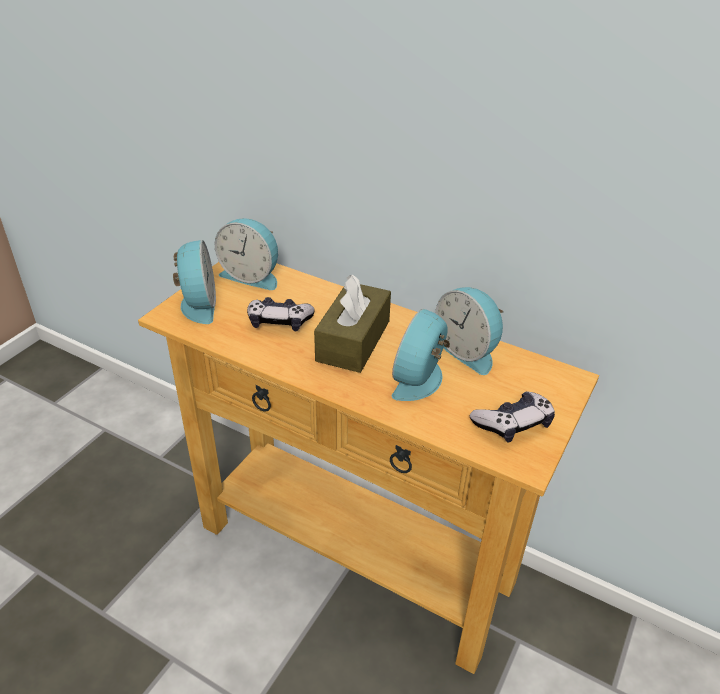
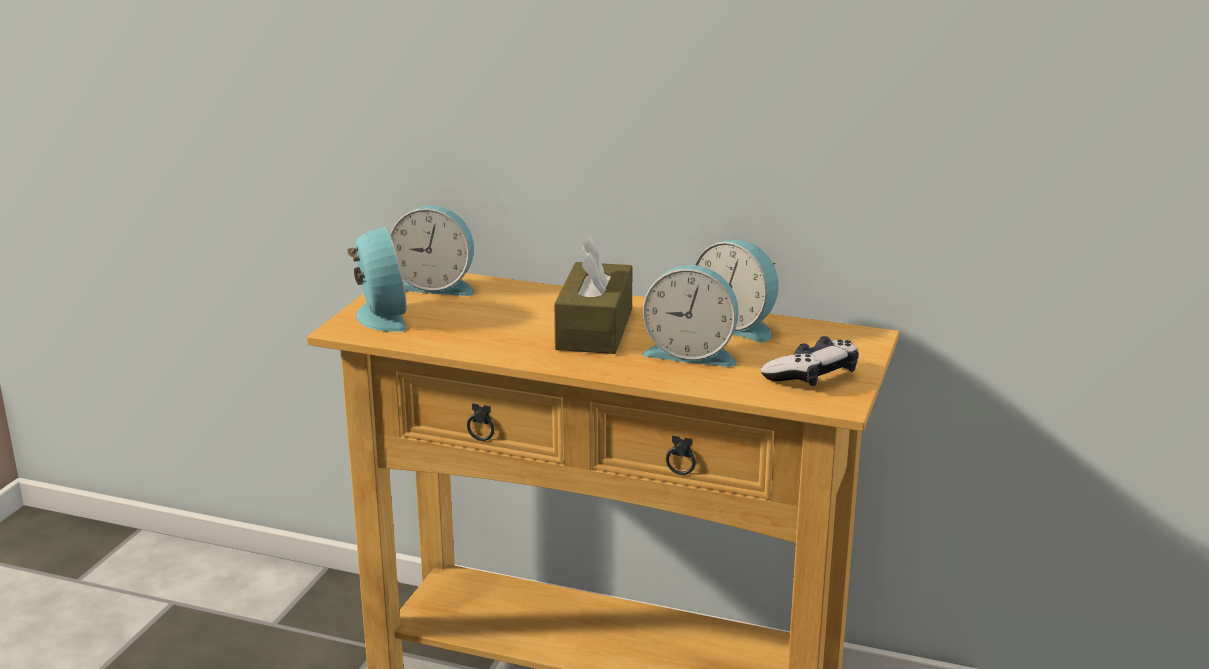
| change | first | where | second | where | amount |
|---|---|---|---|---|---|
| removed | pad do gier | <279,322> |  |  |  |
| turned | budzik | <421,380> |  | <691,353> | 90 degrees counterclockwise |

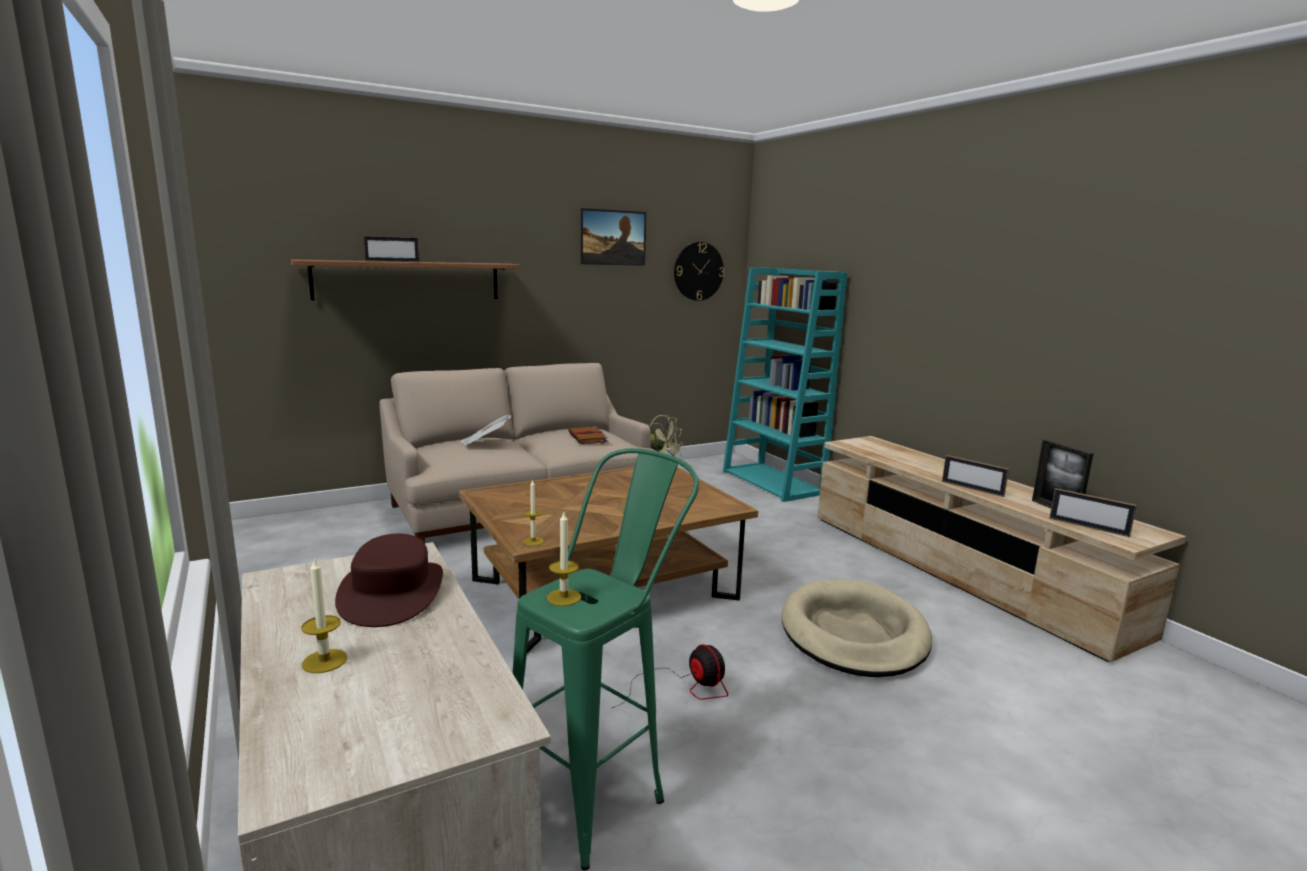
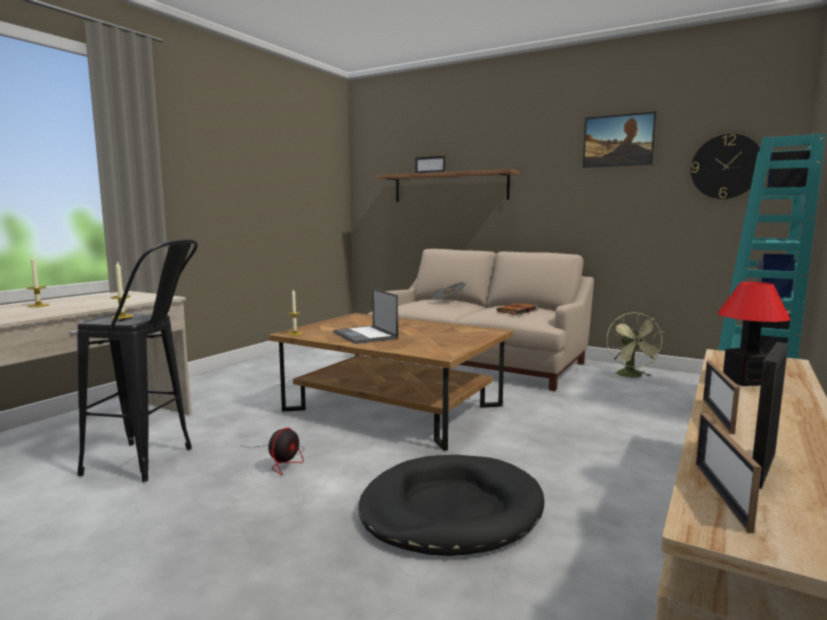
| change | first | where | second | where | amount |
|---|---|---|---|---|---|
| removed | kapelusz (brązowy) | <392,593> |  |  |  |
| recoloured | stołek (zielony) | <600,790> | stołek (czarny) | <152,463> |  |
| recoloured | legowisko (beżowy) | <853,634> | legowisko (czarny) | <450,510> |  |
| added |  |  | laptop | <365,335> |  |
| added |  |  | lampa stołowa | <745,381> |  |

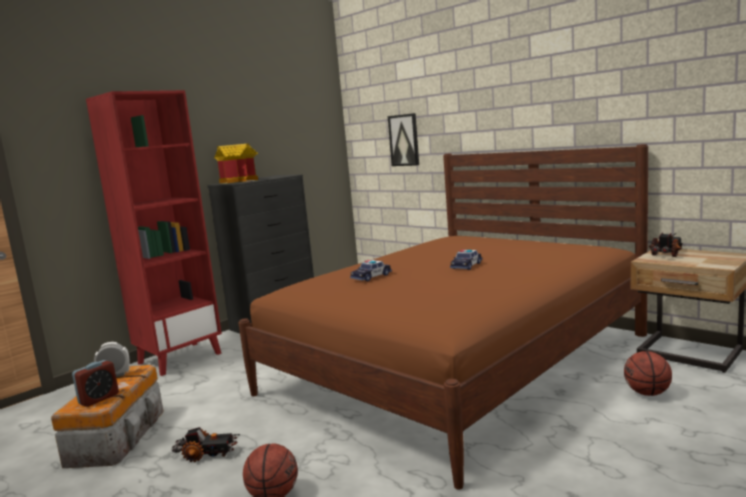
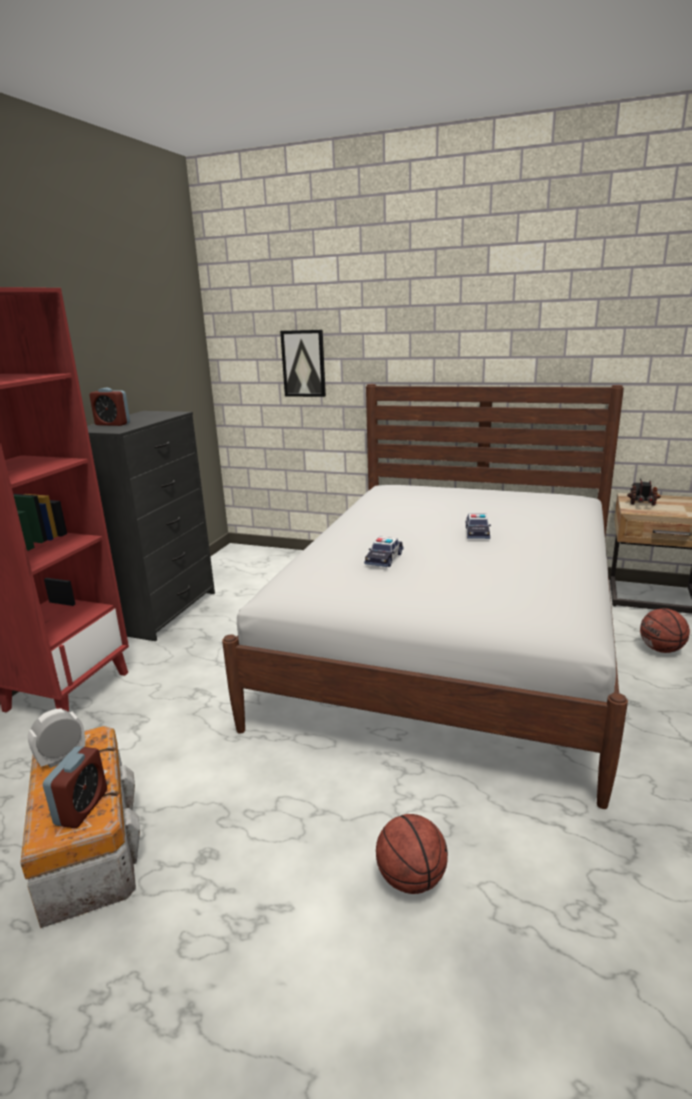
| change | first | where | second | where | amount |
|---|---|---|---|---|---|
| removed | ciężarówka zabawkowa | <207,454> |  |  |  |
| replaced | domek | <240,181> | budzik | <112,424> |  |
| recoloured | łóżko (brązowy) | <457,363> | łóżko (biały) | <451,642> |  |

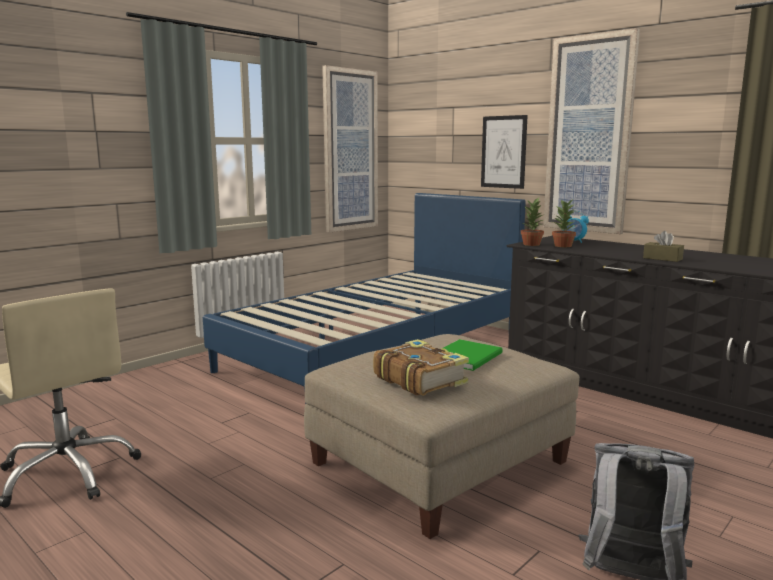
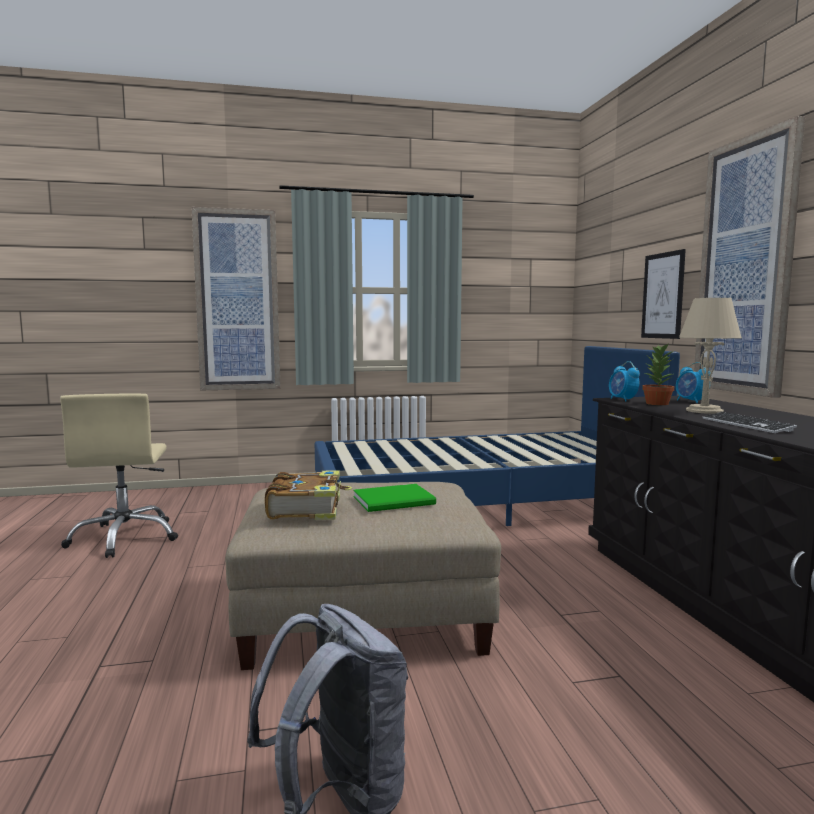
| change | first | where | second | where | amount |
|---|---|---|---|---|---|
| moved | obraz | <350,151> |  | <237,301> |  |
| replaced | roślina doniczkowa | <532,244> | budzik | <622,400> |  |
| replaced | pudełko chusteczek (brązowy) | <662,258> | klawiatura | <746,425> |  |
| added |  |  | lampa stołowa (beżowy) | <705,411> |  |

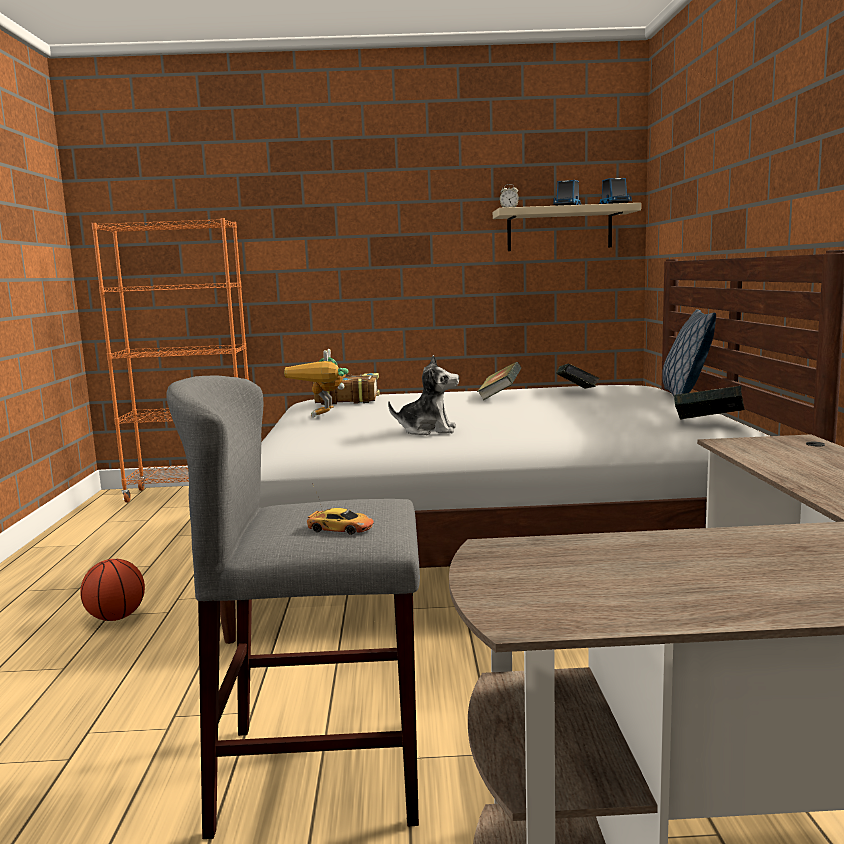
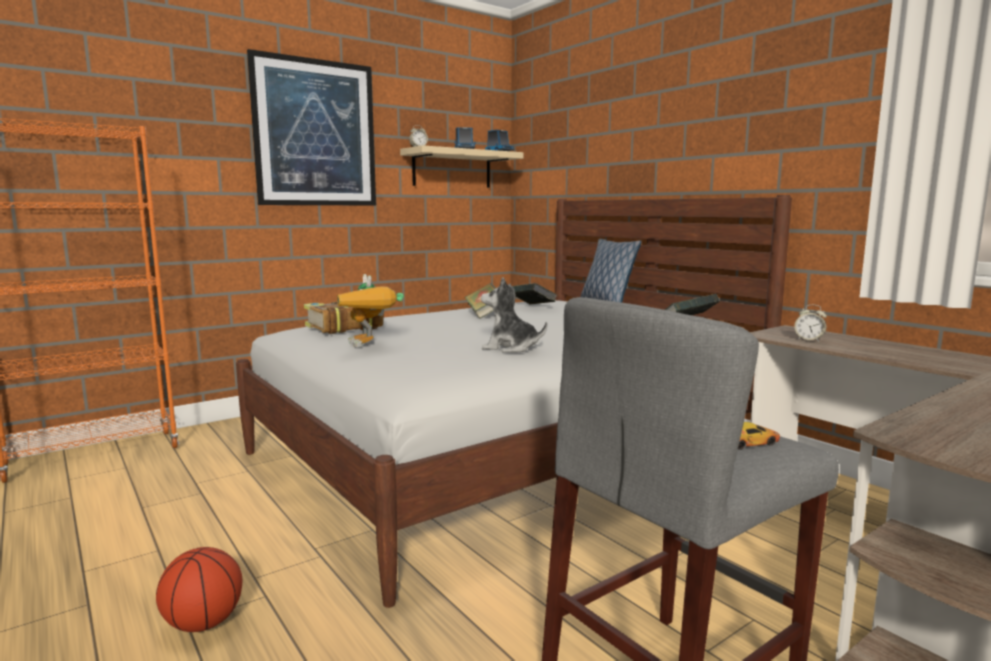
| change | first | where | second | where | amount |
|---|---|---|---|---|---|
| turned | pluszak | <428,430> |  | <510,348> | 135 degrees counterclockwise |
| added |  |  | obraz | <315,133> |  |
| added |  |  | budzik | <809,340> |  |

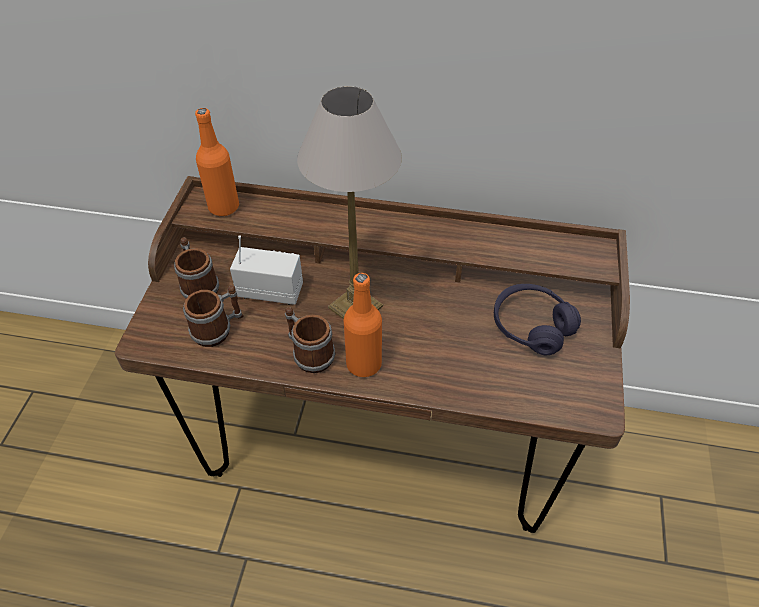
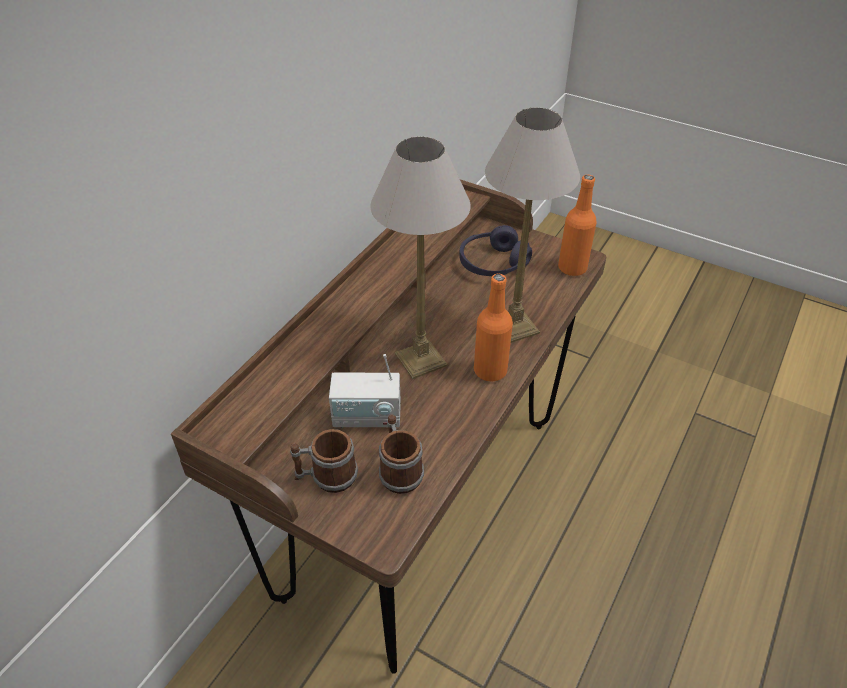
| change | first | where | second | where | amount |
|---|---|---|---|---|---|
| moved | butelka (pomarańczowy) | <224,207> |  | <572,268> |  |
| turned | radio | <270,291> |  | <367,417> | 120 degrees counterclockwise |
| removed | kubek | <309,353> |  |  |  |
| added |  |  | lampa stołowa | <513,326> |  |

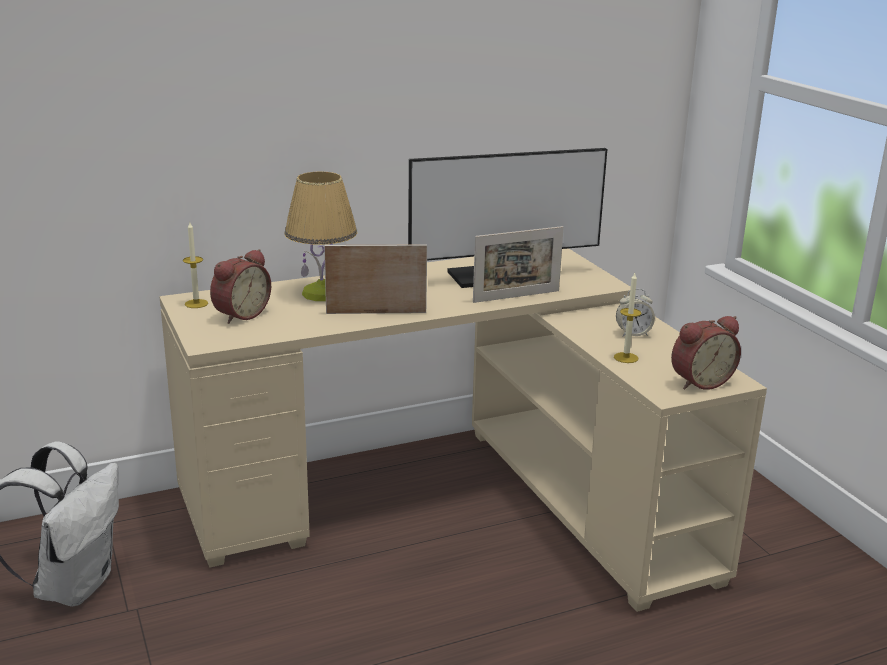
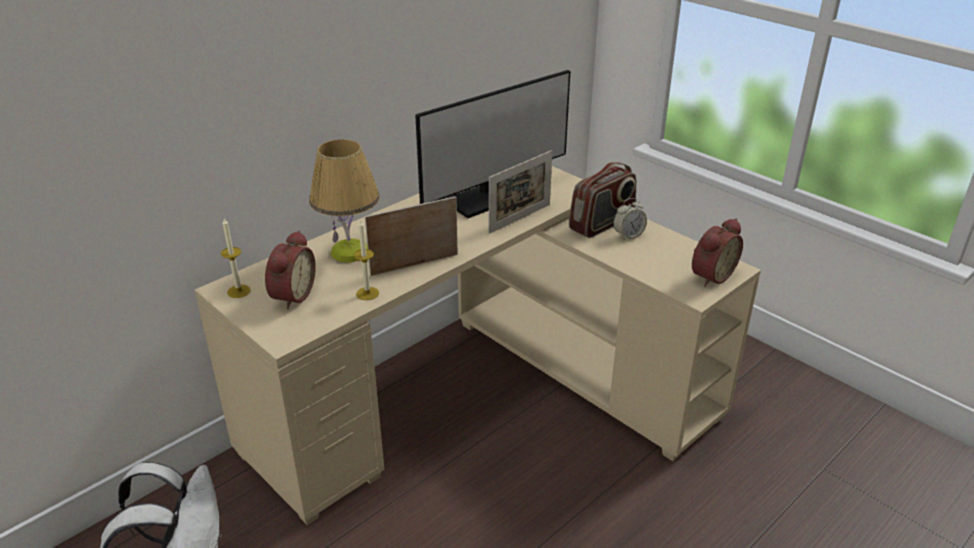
| change | first | where | second | where | amount |
|---|---|---|---|---|---|
| moved | świeca | <626,357> |  | <367,293> |  |
| added |  |  | radio | <602,224> |  |

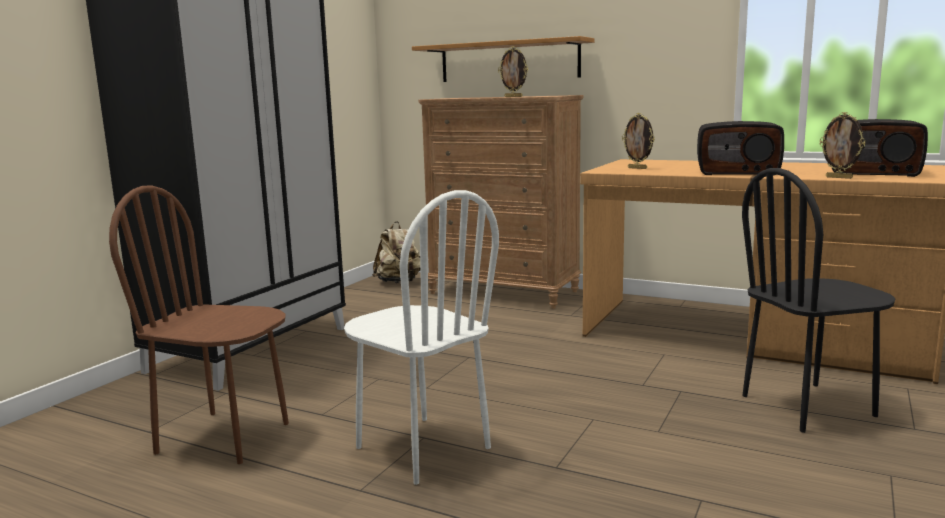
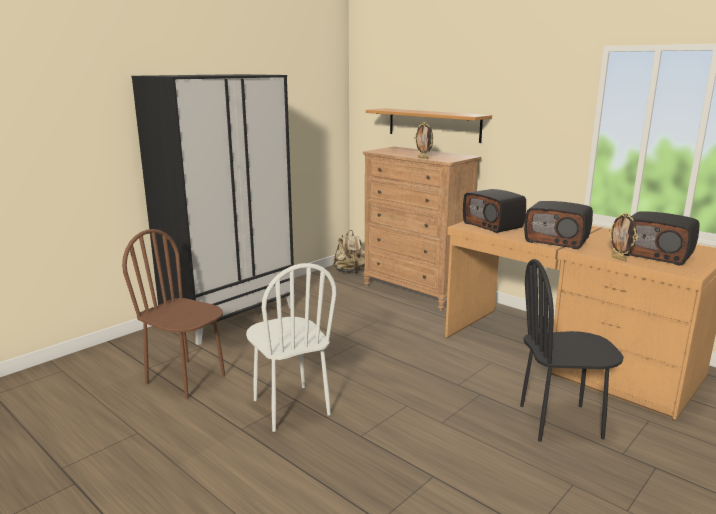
| change | first | where | second | where | amount |
|---|---|---|---|---|---|
| replaced | ramka na zdjęcie | <637,168> | radio | <493,225> |  |

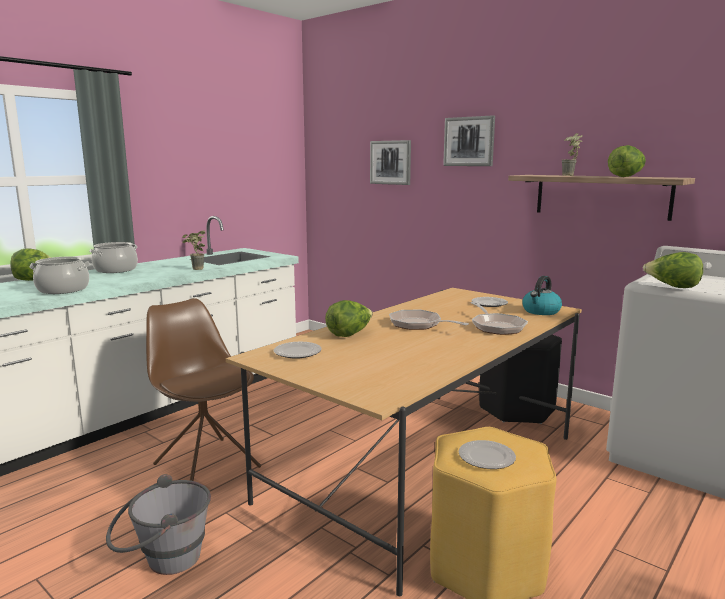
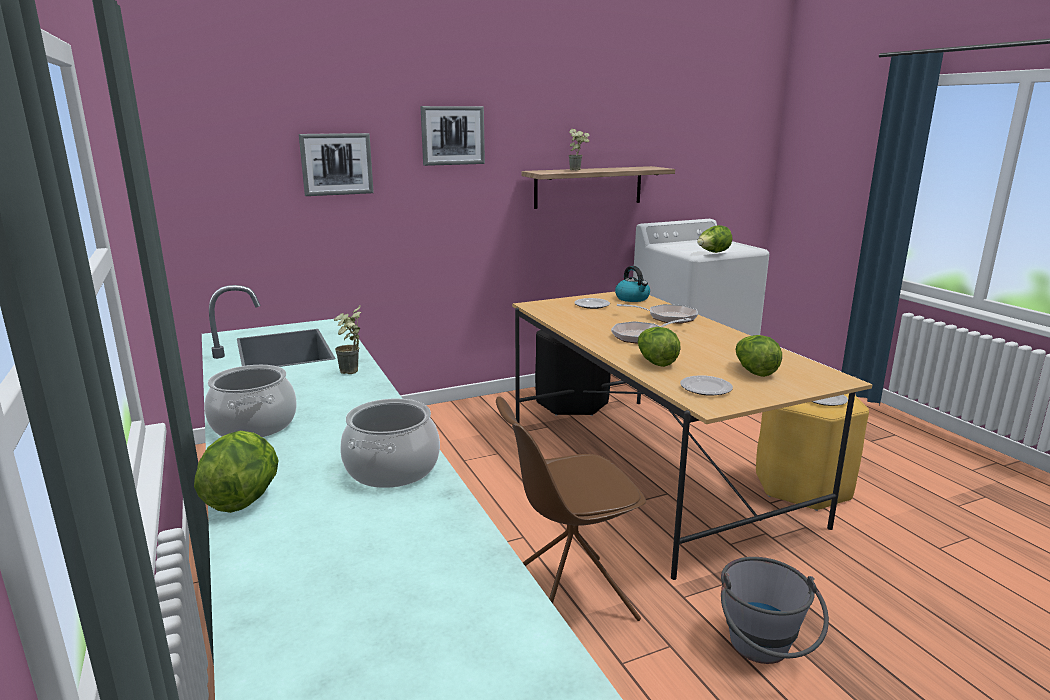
| change | first | where | second | where | amount |
|---|---|---|---|---|---|
| moved | sałata | <626,177> |  | <754,372> |  |

